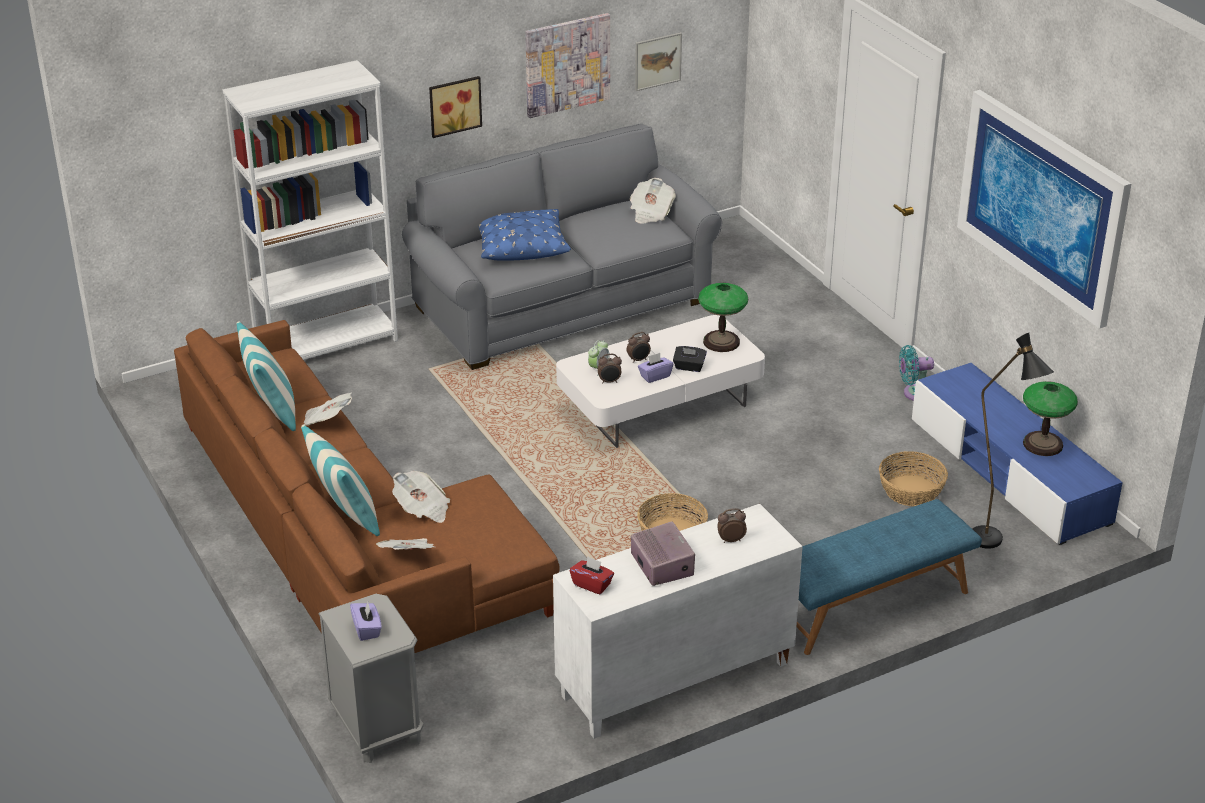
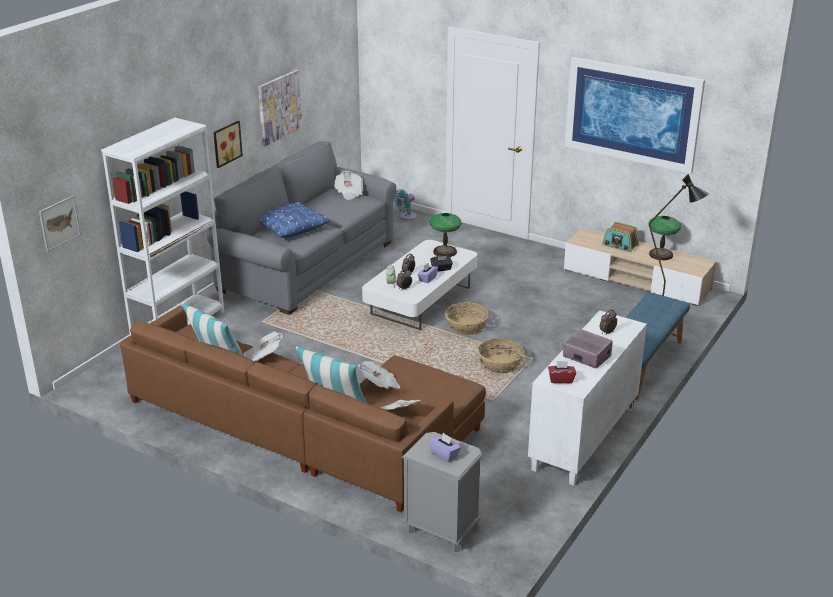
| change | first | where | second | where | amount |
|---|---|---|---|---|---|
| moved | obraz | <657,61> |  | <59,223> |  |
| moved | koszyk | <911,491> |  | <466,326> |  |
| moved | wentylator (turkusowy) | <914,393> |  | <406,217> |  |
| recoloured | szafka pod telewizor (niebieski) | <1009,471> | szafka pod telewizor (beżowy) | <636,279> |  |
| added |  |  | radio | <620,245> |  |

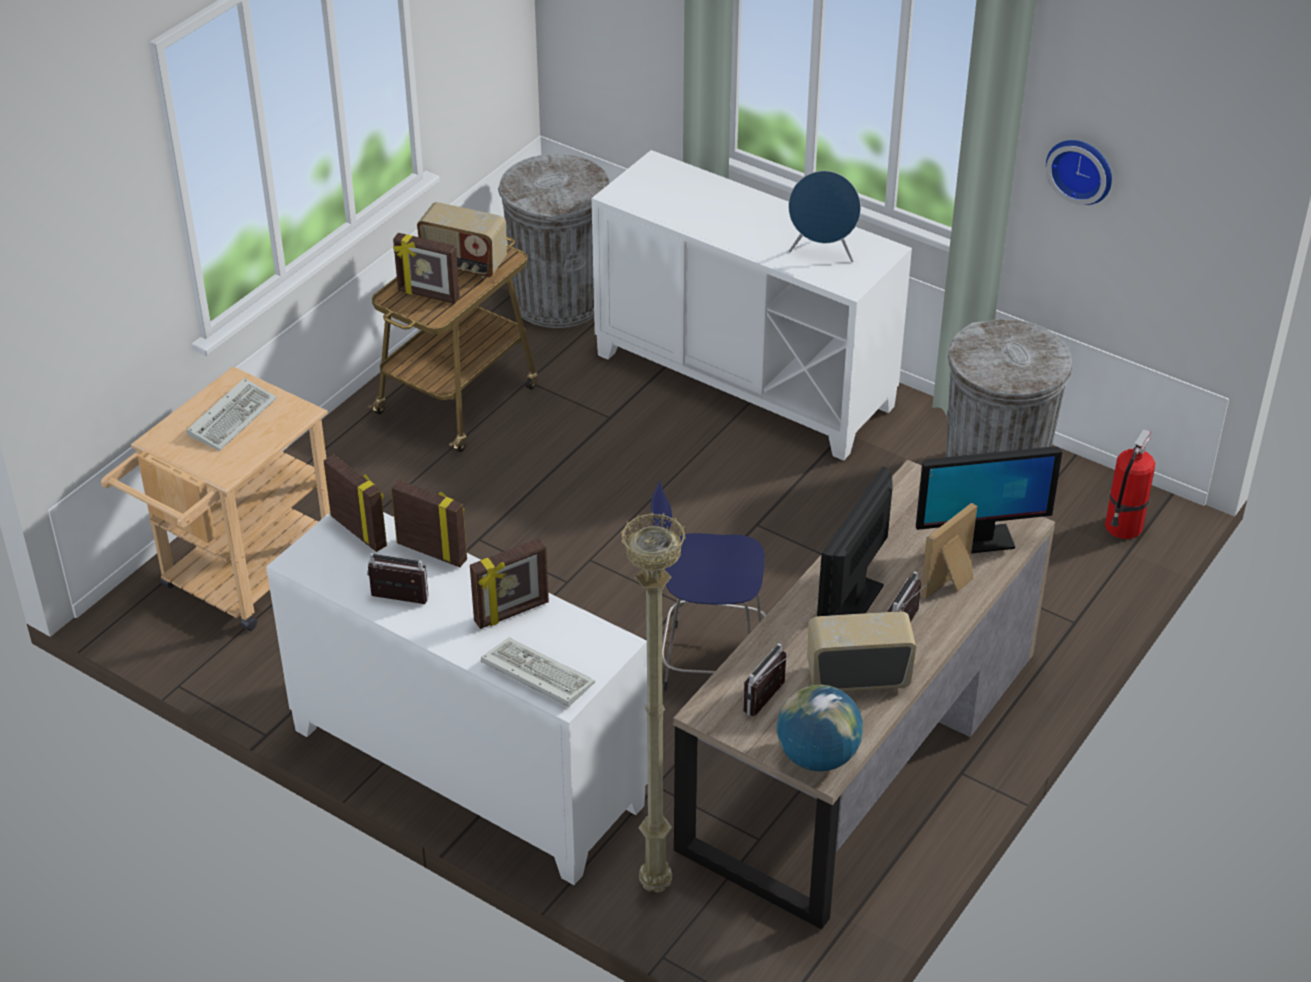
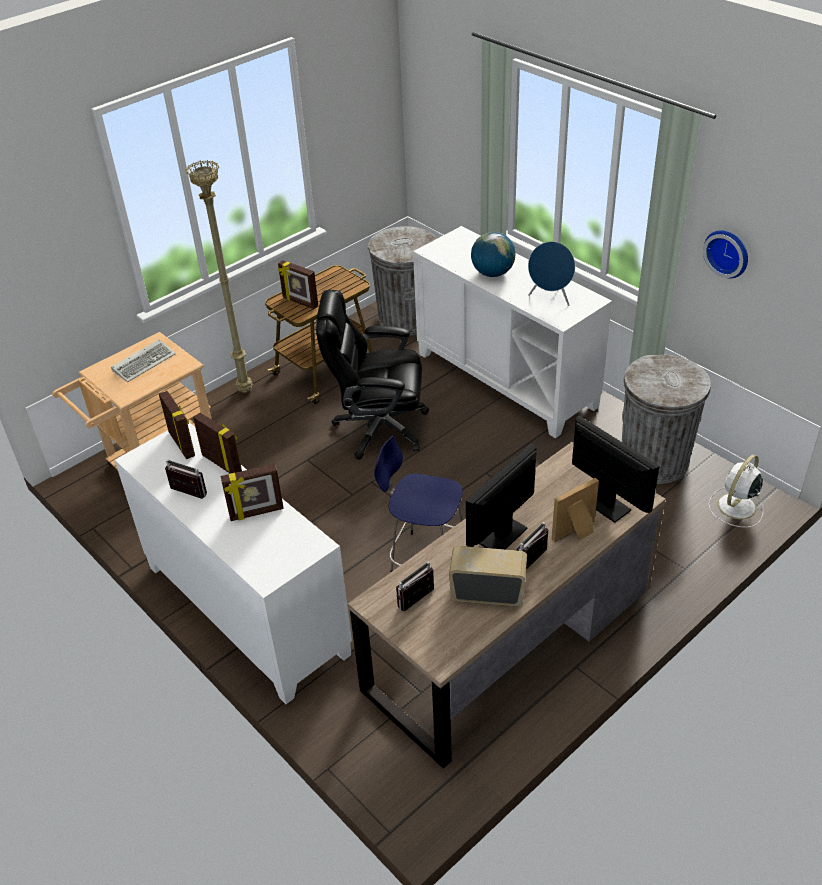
| change | first | where | second | where | amount |
|---|---|---|---|---|---|
| removed | radio | <463,264> |  |  |  |
| removed | klawiatura | <534,675> |  |  |  |
| moved | lampa stojąca (beżowy) | <653,885> |  | <244,390> |  |
| moved | globus | <817,756> |  | <492,273> |  |
| turned | monitor | <978,540> |  | <605,505> | 135 degrees counterclockwise |
| replaced | gaśnica | <1123,527> | wentylator (biały) | <736,507> |  |
| added |  |  | krzesło biurowe (czarny) | <379,428> |  |

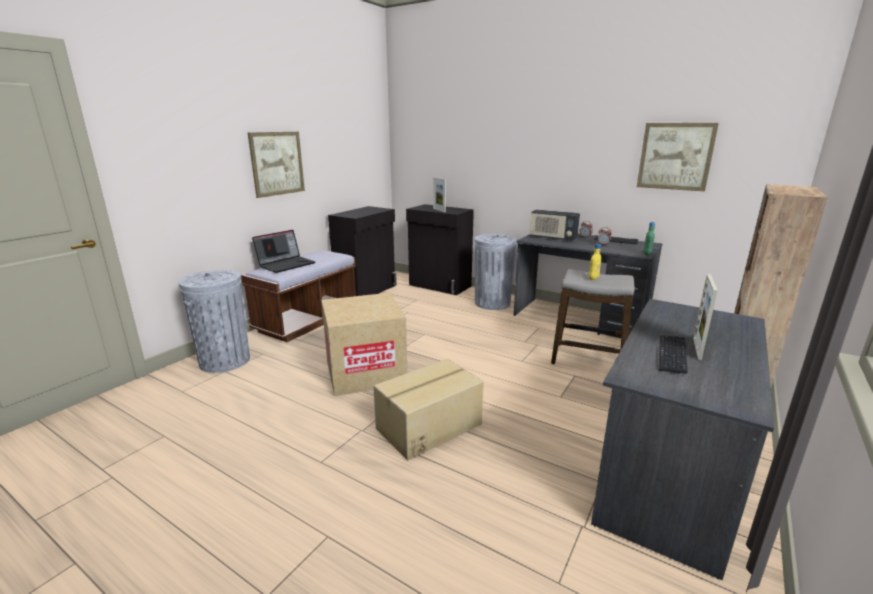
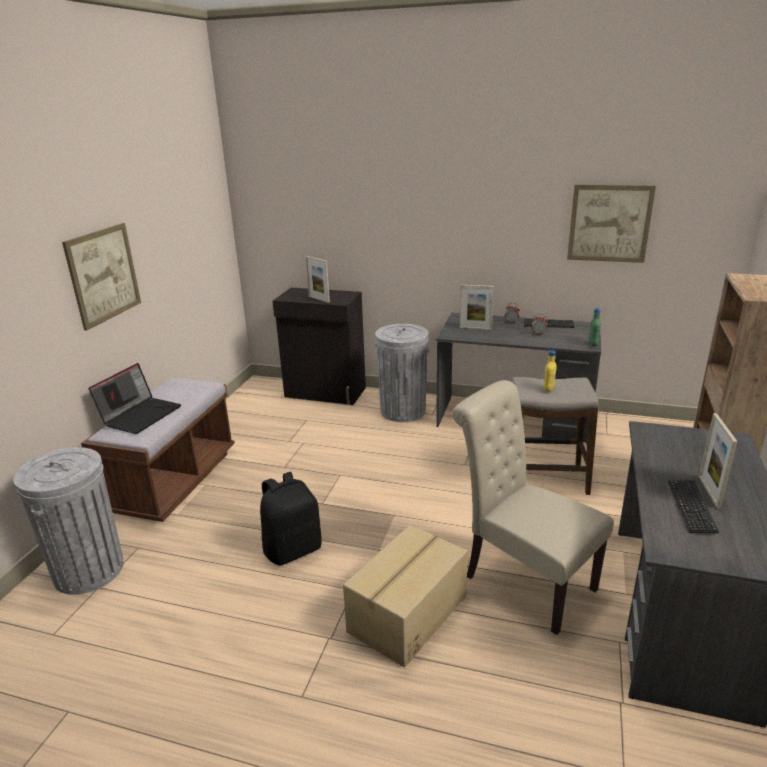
| change | first | where | second | where | amount |
|---|---|---|---|---|---|
| replaced | karton | <365,372> | plecak (czarny) | <293,549> |  |
| removed | szafka (czarny) | <367,291> |  |  |  |
| replaced | radio | <552,238> | ramka na zdjęcie | <475,328> |  |
| added |  |  | krzesło (beżowy) | <522,579> |  |

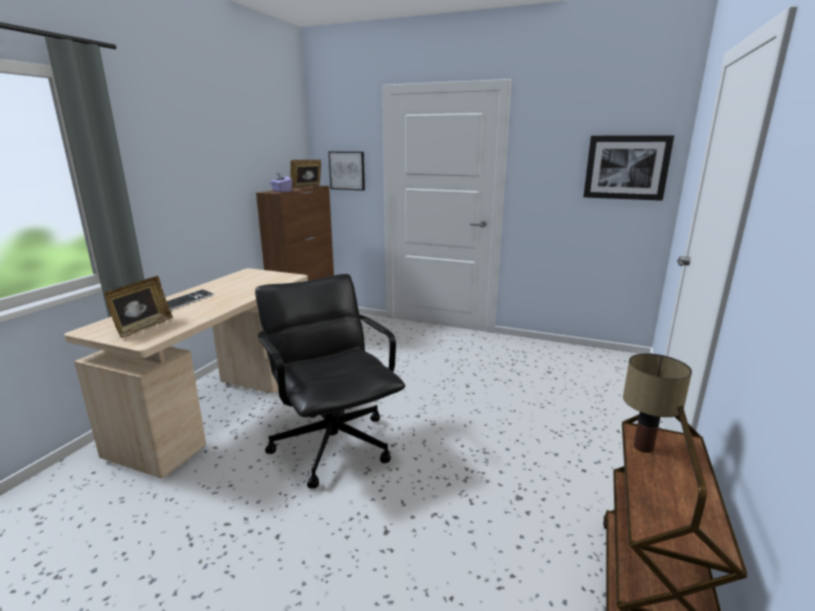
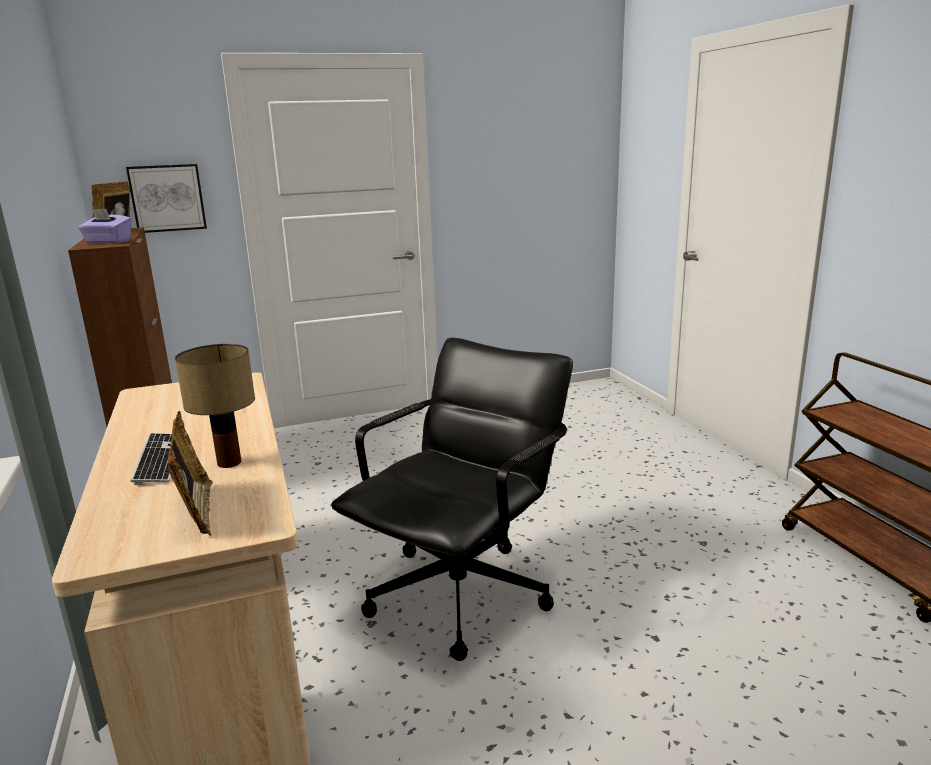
| change | first | where | second | where | amount |
|---|---|---|---|---|---|
| turned | krzesło biurowe (czarny) | <333,444> |  | <462,595> | 105 degrees clockwise |
| removed | obraz | <626,167> |  |  |  |
| moved | lampa stołowa | <644,447> |  | <230,463> |  |

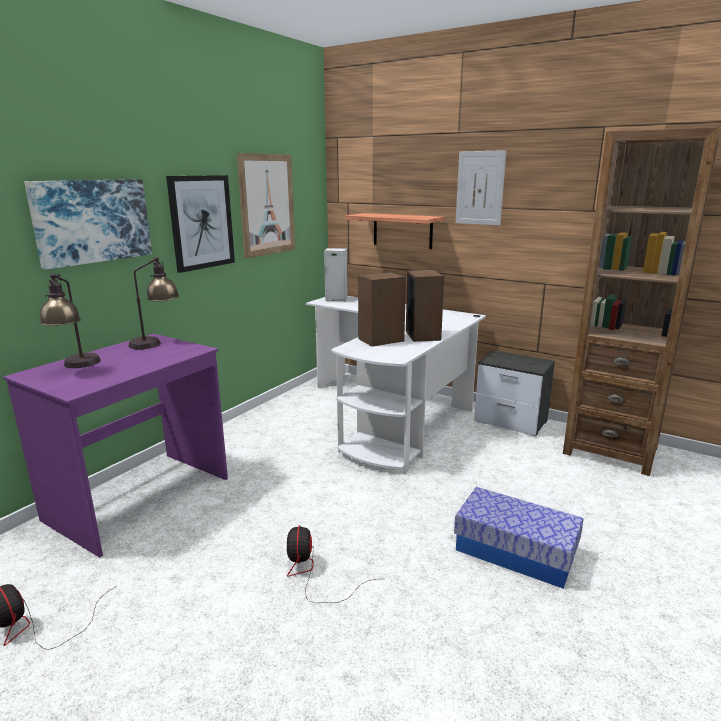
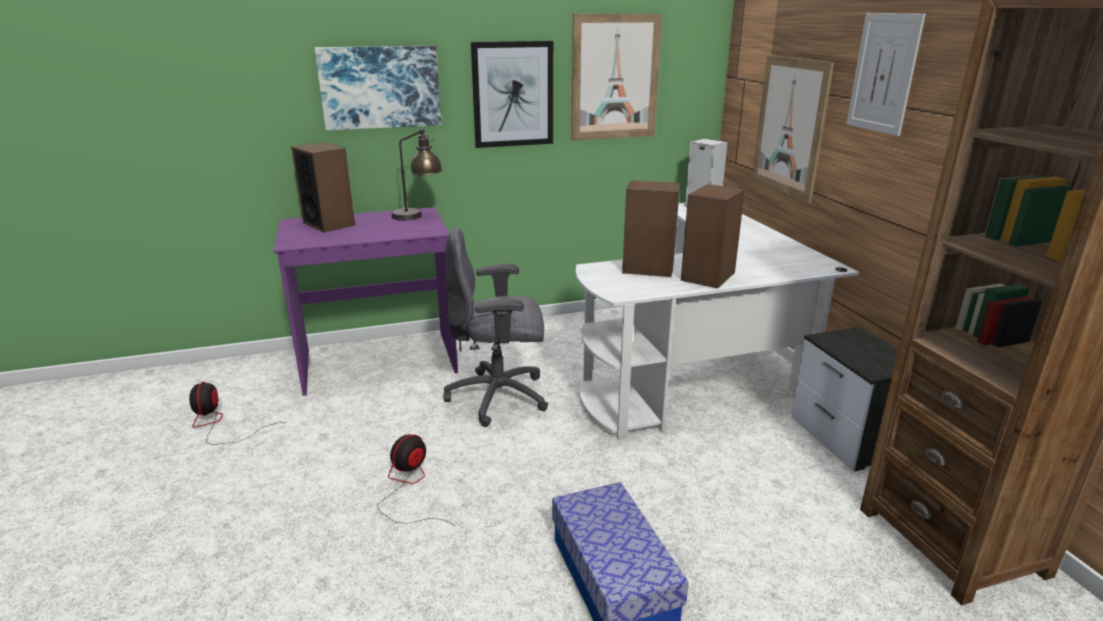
| change | first | where | second | where | amount |
|---|---|---|---|---|---|
| replaced | lampa stołowa | <76,367> | głośnik | <329,224> |  |
| replaced | półka | <402,230> | obraz | <790,127> |  |
| added |  |  | krzesło biurowe (szary) | <500,397> |  |

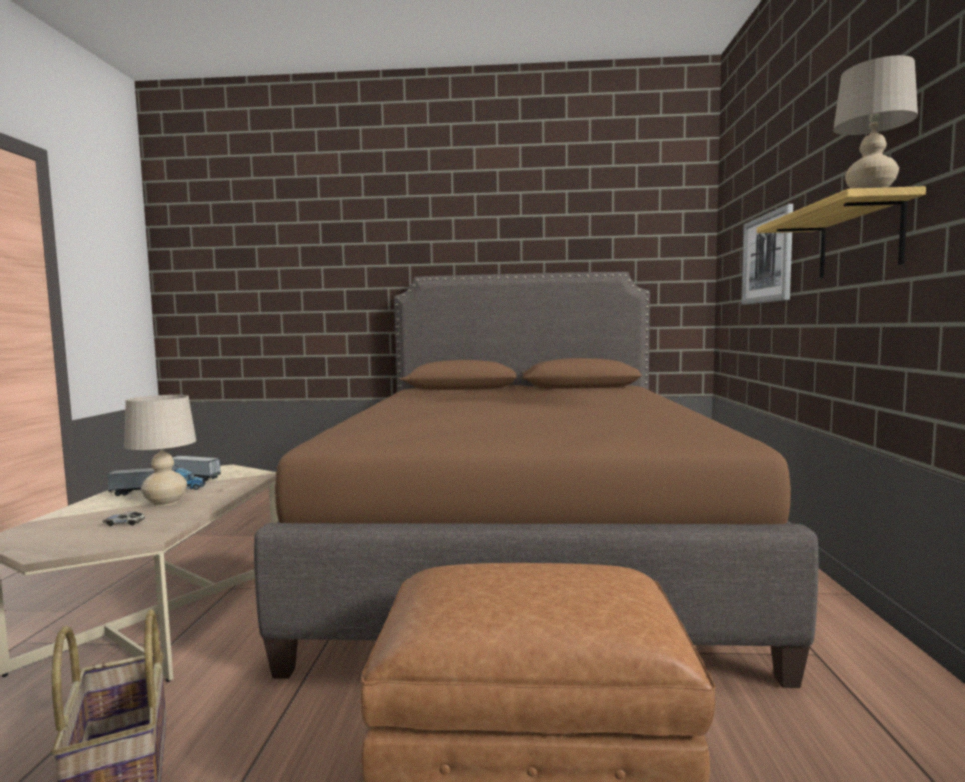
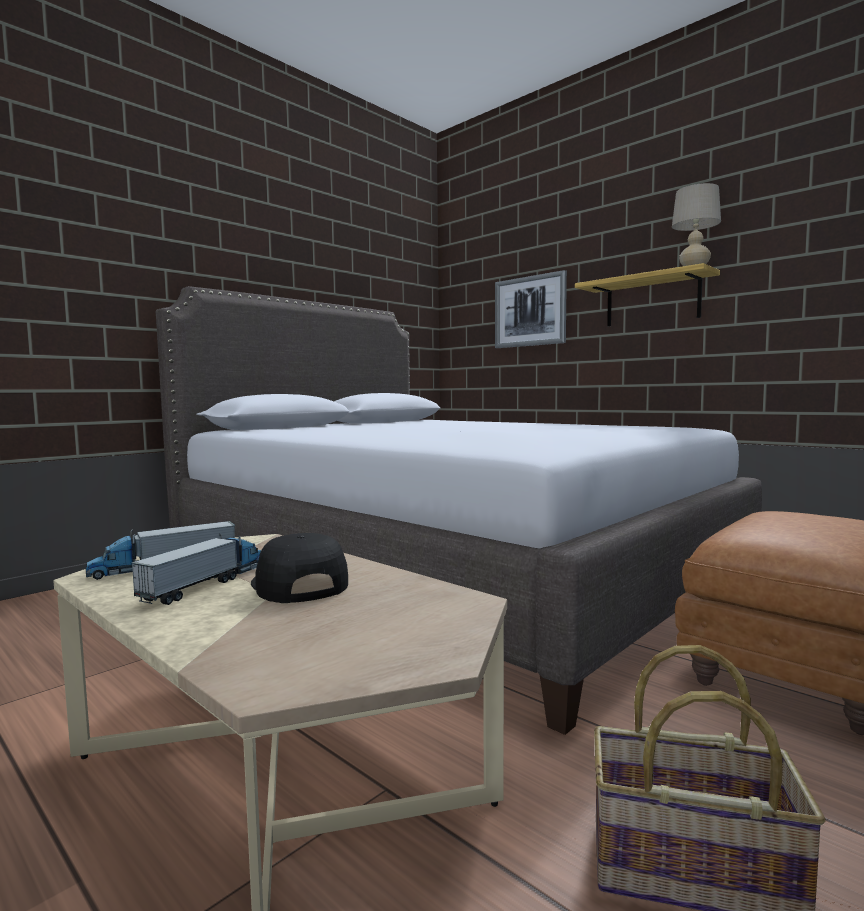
| change | first | where | second | where | amount |
|---|---|---|---|---|---|
| removed | samochodzik | <124,523> |  |  |  |
| replaced | lampa stołowa (beżowy) | <165,502> | czapka z daszkiem (czarny) | <297,584> |  |
| recoloured | łóżko (brązowy) | <523,545> | łóżko (szary) | <442,573> |  |

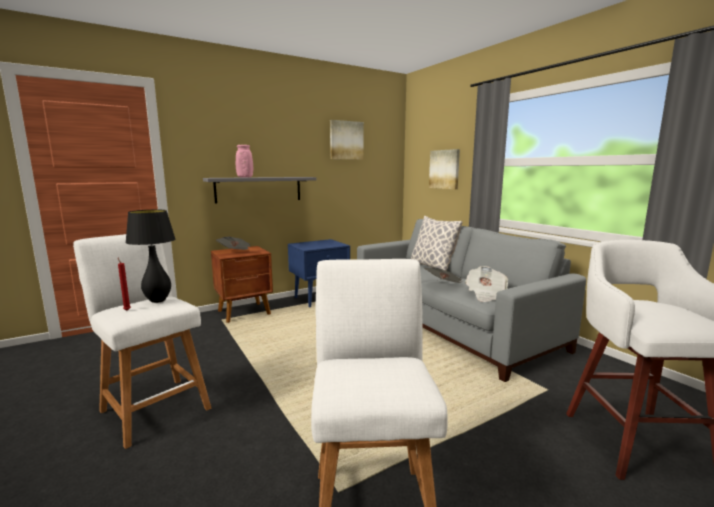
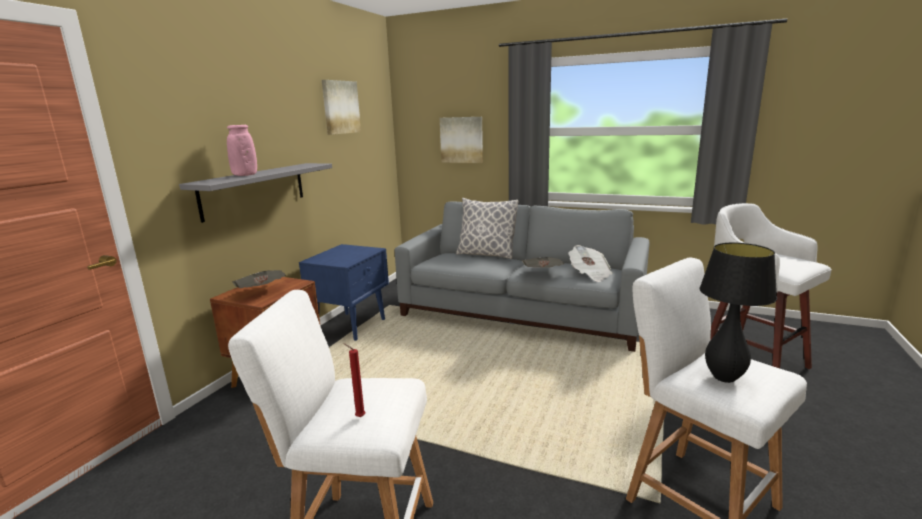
| change | first | where | second | where | amount |
|---|---|---|---|---|---|
| moved | lampa stołowa (czarny) | <158,301> |  | <724,378> |  |

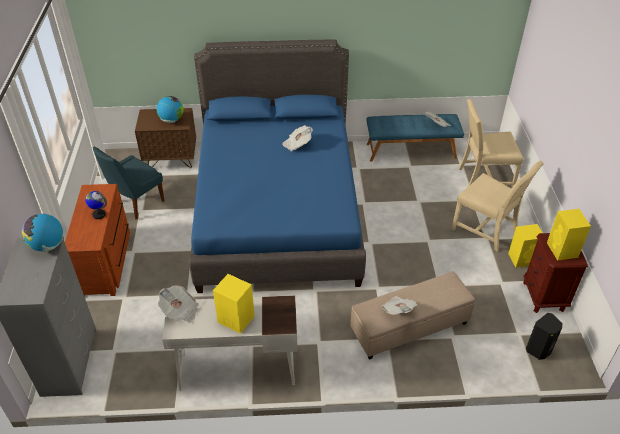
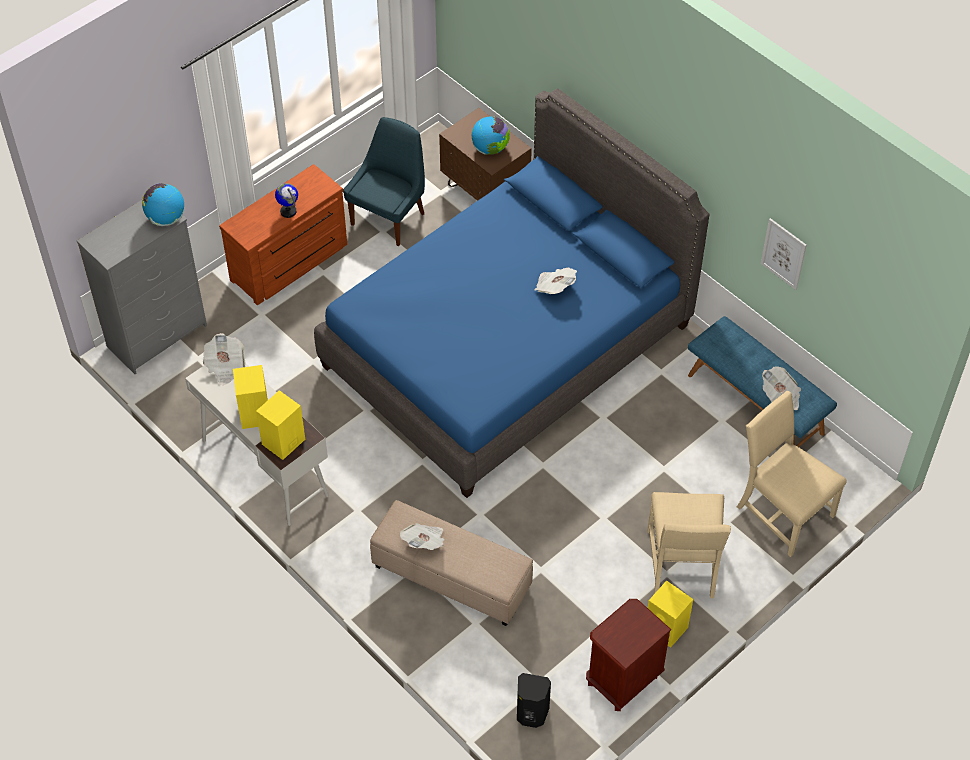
| change | first | where | second | where | amount |
|---|---|---|---|---|---|
| turned | krzesło (niebieski) | <135,202> |  | <389,217> | 120 degrees clockwise |
| moved | głośnik (żółty) | <562,250> |  | <282,442> |  |
| added |  |  | obraz | <783,253> |  |

